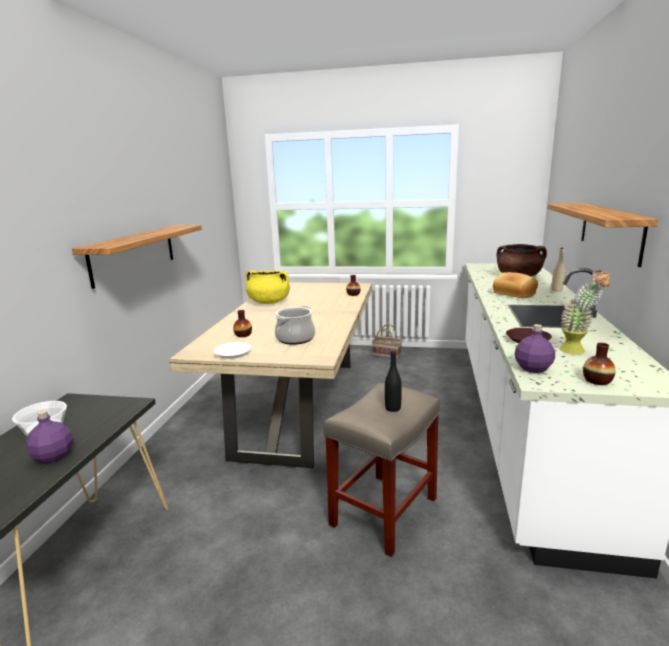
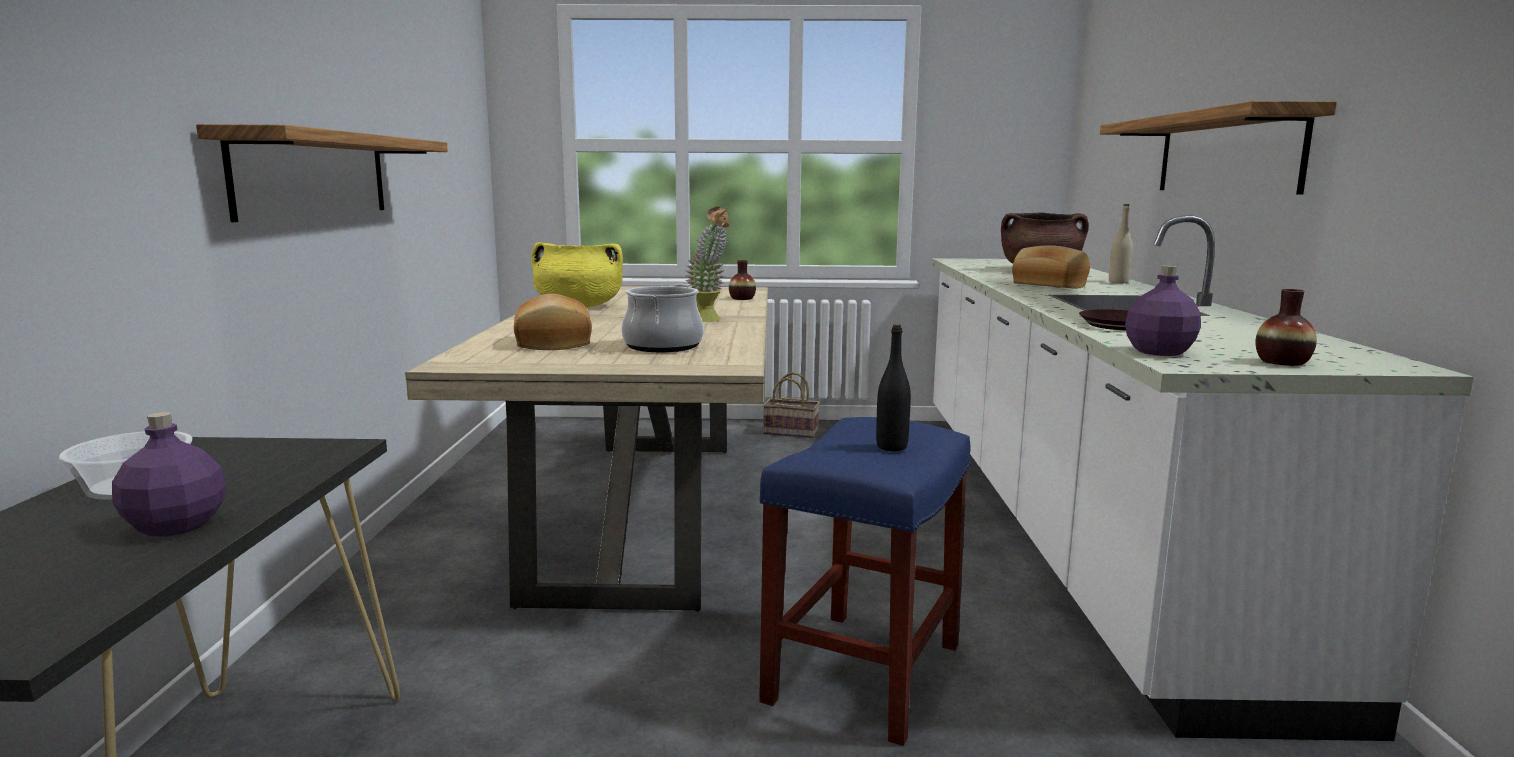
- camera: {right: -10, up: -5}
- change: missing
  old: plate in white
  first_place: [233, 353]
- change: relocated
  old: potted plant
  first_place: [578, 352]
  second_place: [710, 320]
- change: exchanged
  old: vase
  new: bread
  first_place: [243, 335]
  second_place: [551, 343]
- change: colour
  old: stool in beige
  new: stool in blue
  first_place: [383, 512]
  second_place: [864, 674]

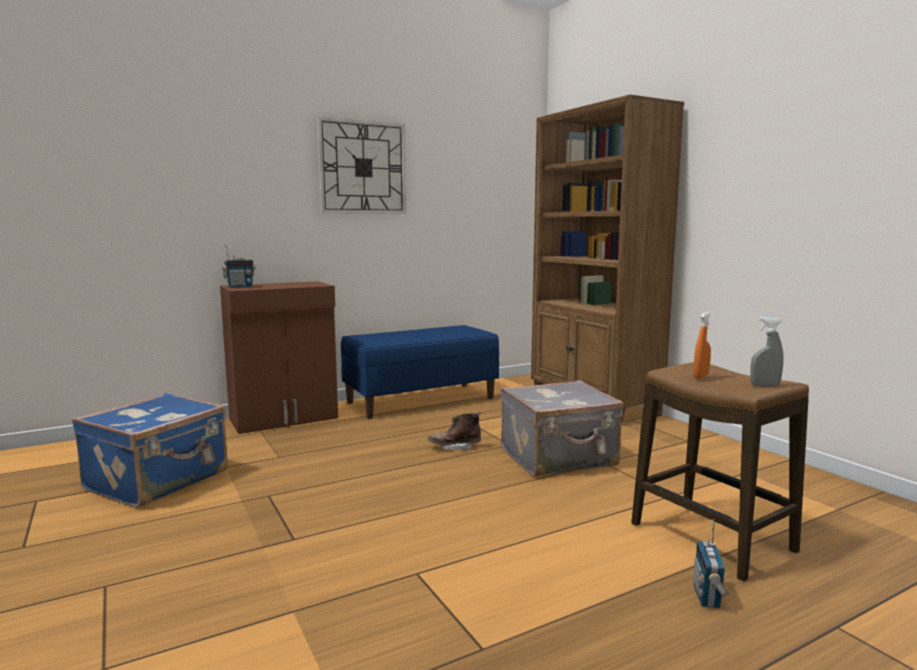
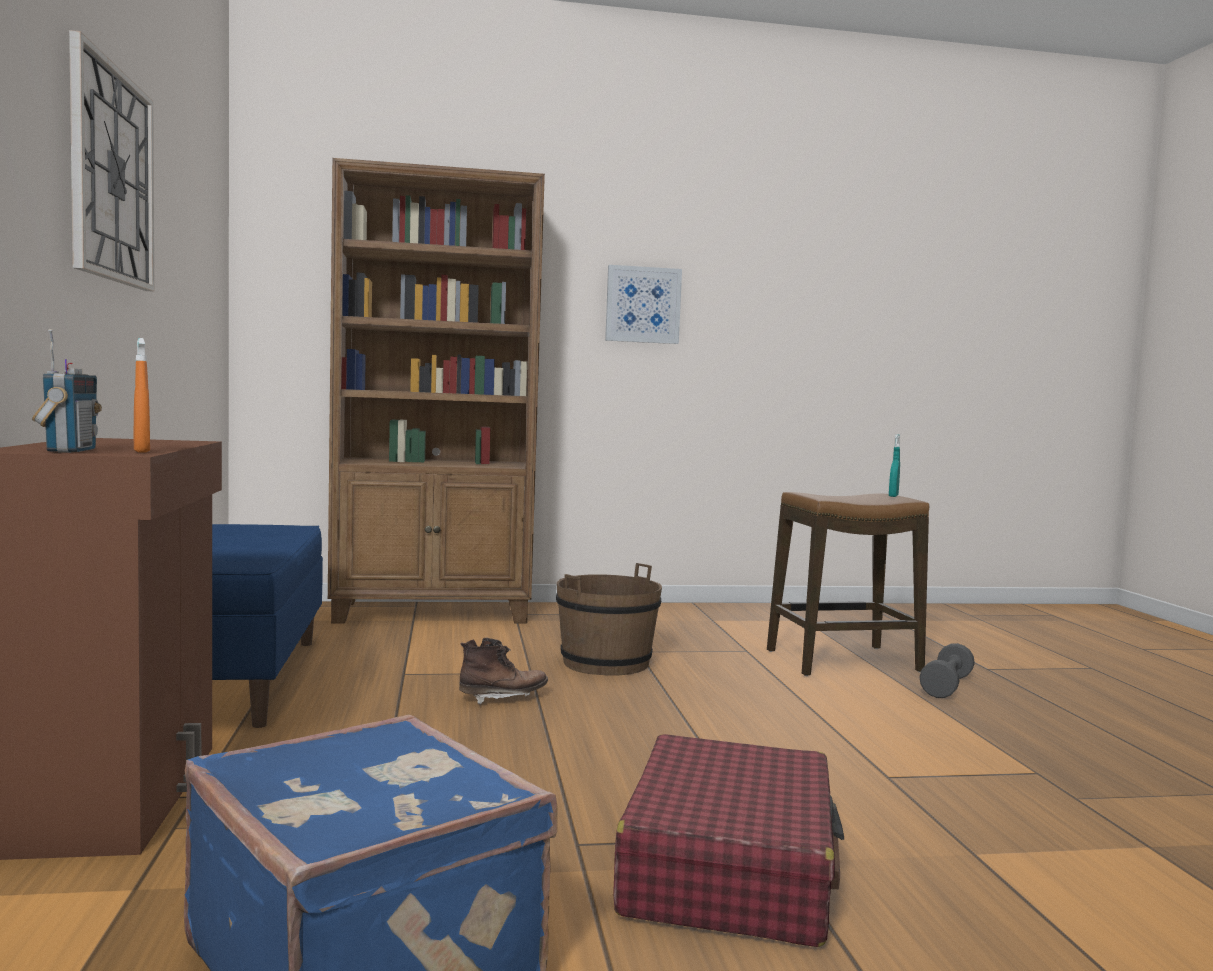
- camera: {right: -70, up: -5}
- change: appeared
  new: picture
  second_place: [643, 305]
- change: appeared
  new: suitcase in red
  second_place: [729, 870]
- change: relocated
  old: spray bottle in orange
  first_place: [701, 376]
  second_place: [141, 451]
- change: exchanged
  old: suitcase in grey
  new: bucket in brown
  first_place: [559, 458]
  second_place: [605, 663]
- change: exchanged
  old: radio
  new: dumbbell in grey
  first_place: [707, 597]
  second_place: [946, 687]
- change: colour
  old: spray bottle in grey
  new: spray bottle in turquoise
  first_place: [764, 385]
  second_place: [893, 496]
- change: spun
  old: boot in brown
  first_place: [454, 447]
  second_place: [502, 698]
  degrees: -120

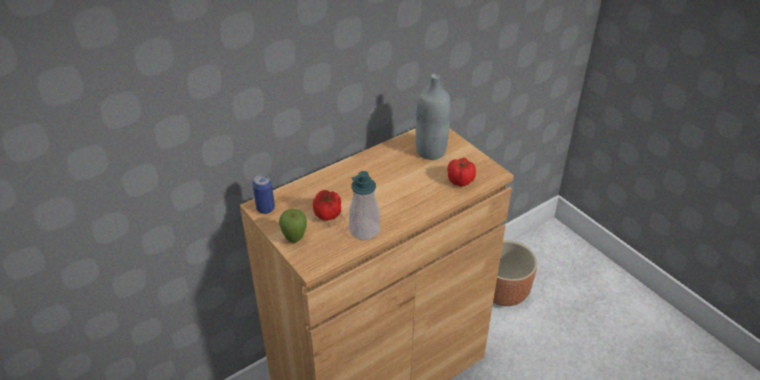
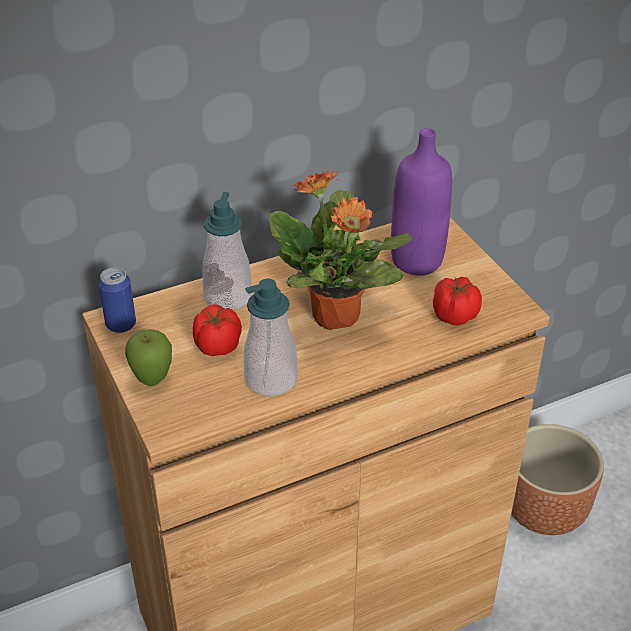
- camera: {right: 10, up: 0}
- change: appeared
  new: soap dispenser
  second_place: [228, 297]
- change: appeared
  new: potted plant
  second_place: [336, 317]
- change: colour
  old: bottle in grey
  new: bottle in purple
  first_place: [430, 151]
  second_place: [417, 261]

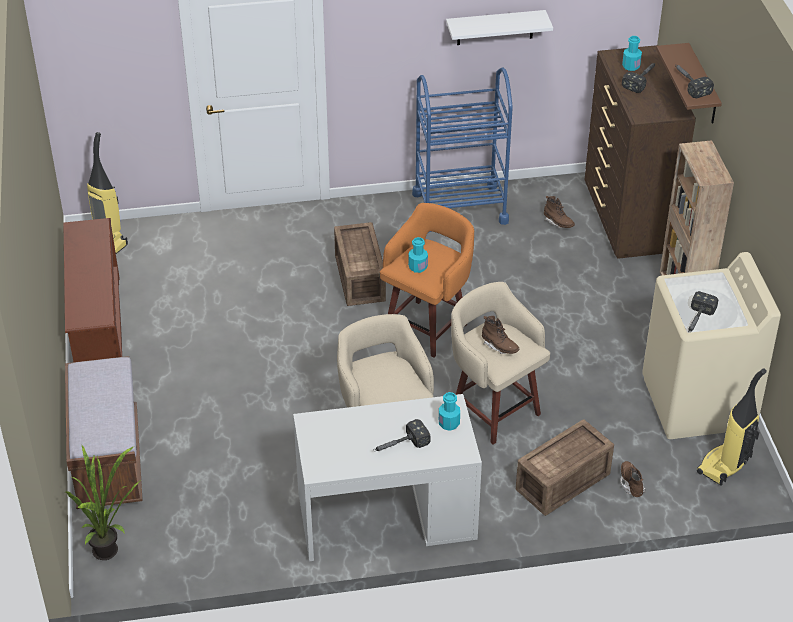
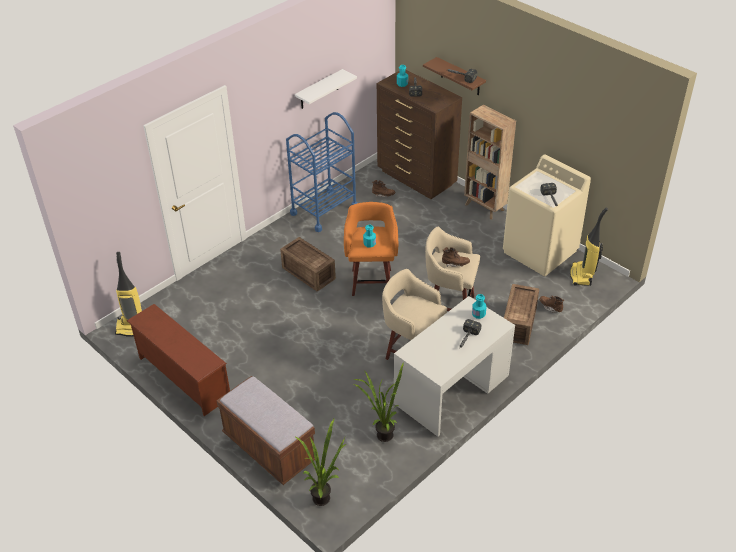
- camera: {right: -35, up: 0}
- change: appeared
  new: potted plant
  second_place: [381, 434]

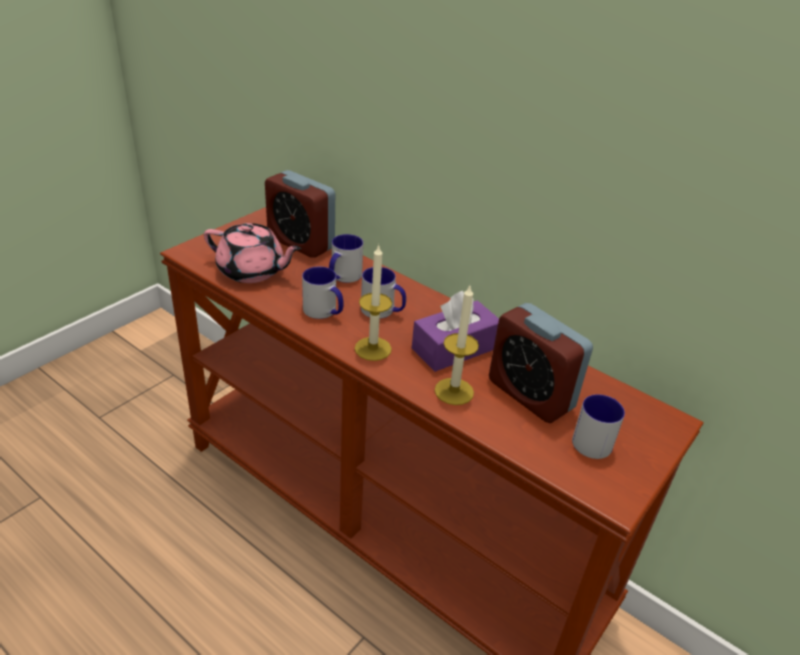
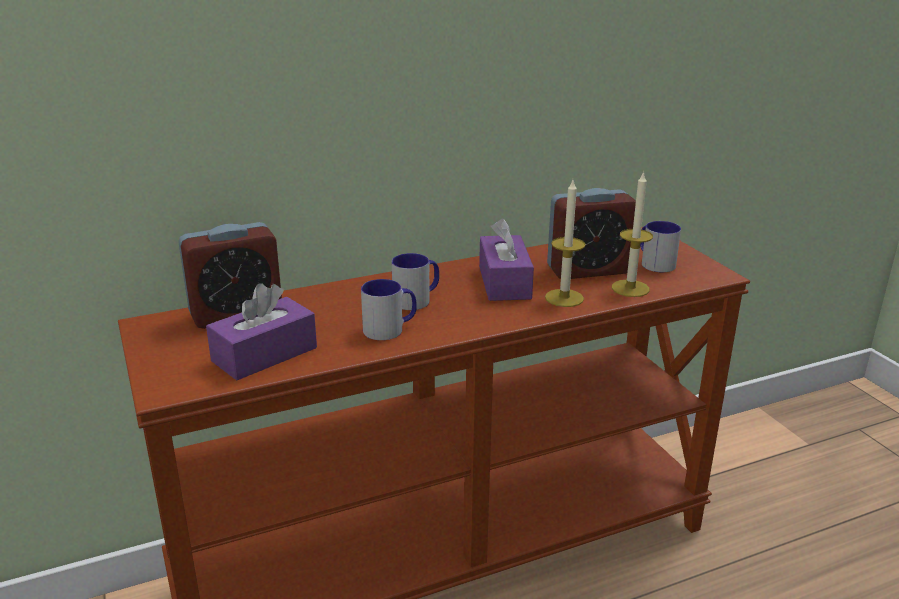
- camera: {right: -60, up: -10}
- change: missing
  old: mug
  first_place: [343, 277]
- change: relocated
  old: candle
  first_place: [373, 348]
  second_place: [630, 288]
- change: exchanged
  old: teapot in pink
  new: tissue box in purple
  first_place: [252, 271]
  second_place: [264, 354]

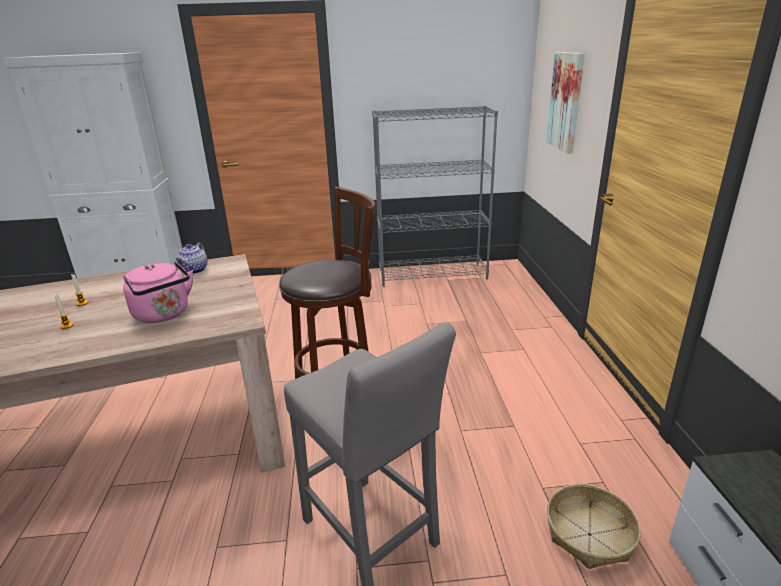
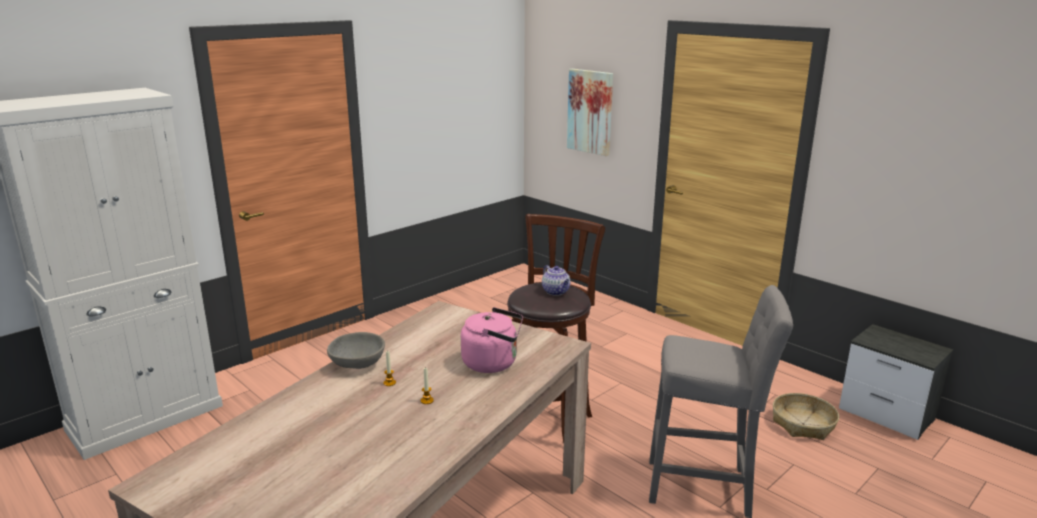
- camera: {right: -40, up: -5}
- change: missing
  old: bookcase in grey
  first_place: [433, 274]
- change: appeared
  new: bowl in grey
  second_place: [357, 364]
- change: relocated
  old: teapot
  first_place: [194, 270]
  second_place: [556, 292]

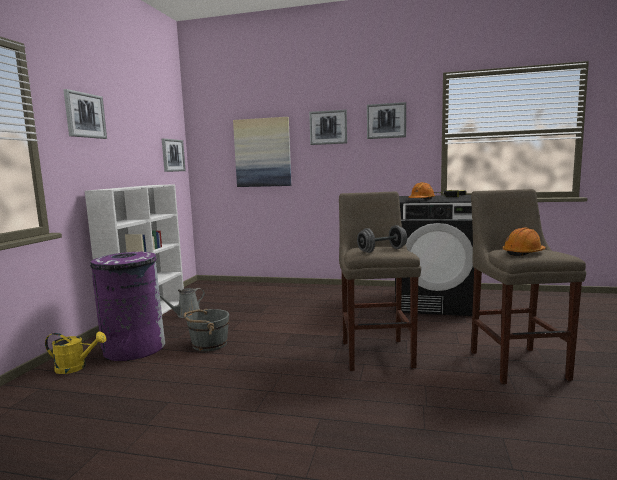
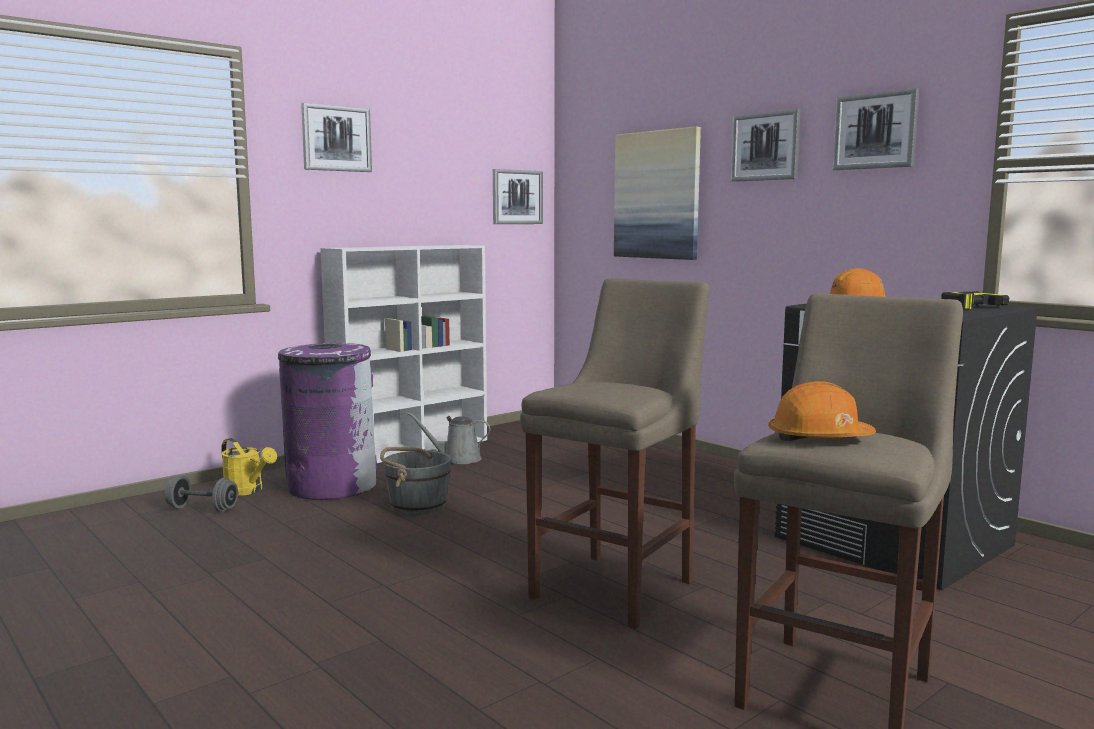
- camera: {right: 35, up: 0}
- change: relocated
  old: dumbbell in grey
  first_place: [382, 250]
  second_place: [202, 509]

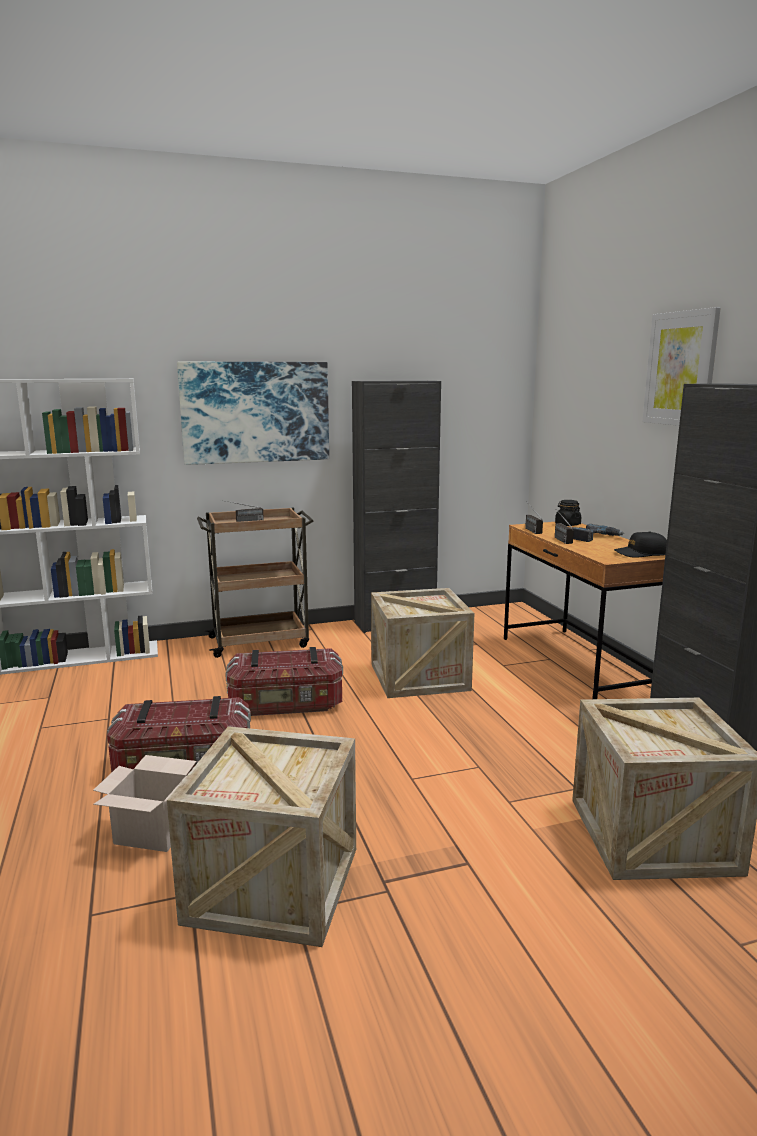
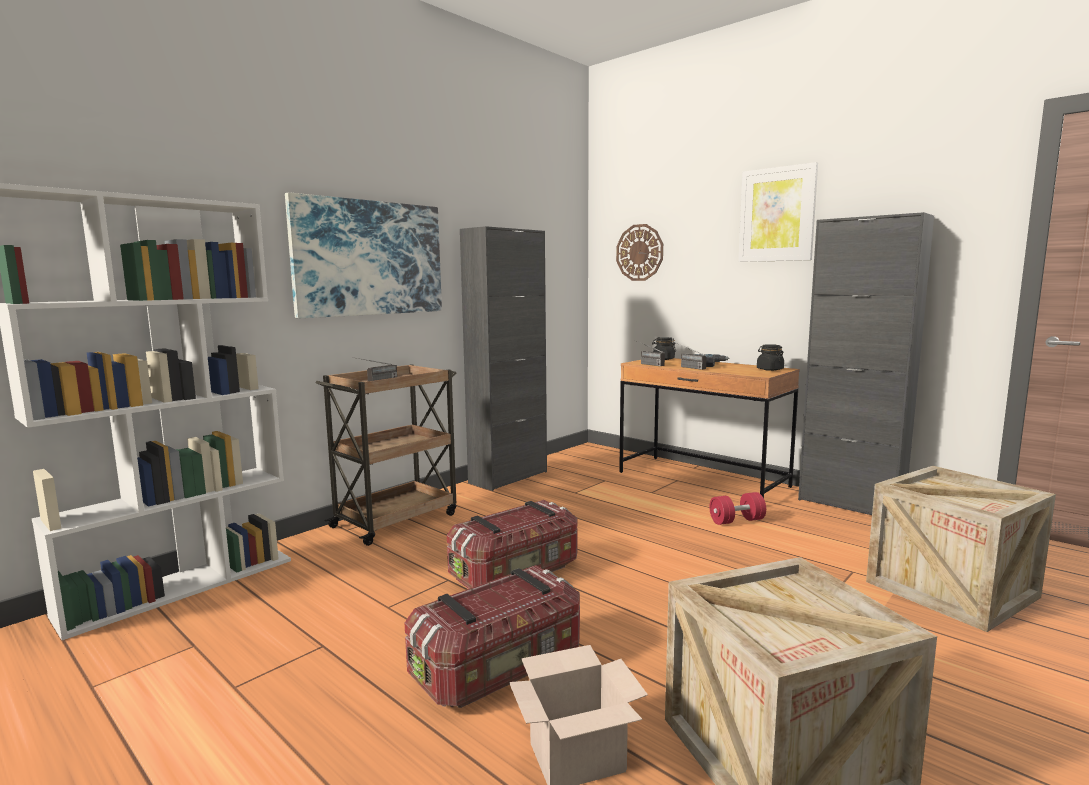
- camera: {right: -30, up: -5}
- change: missing
  old: crate
  first_place: [419, 677]
- change: appeared
  new: wall clock
  second_place: [639, 252]
- change: appeared
  new: dumbbell in red
  second_place: [737, 521]
- change: exchanged
  old: cap in black
  new: jar in black
  first_place: [641, 554]
  second_place: [769, 369]

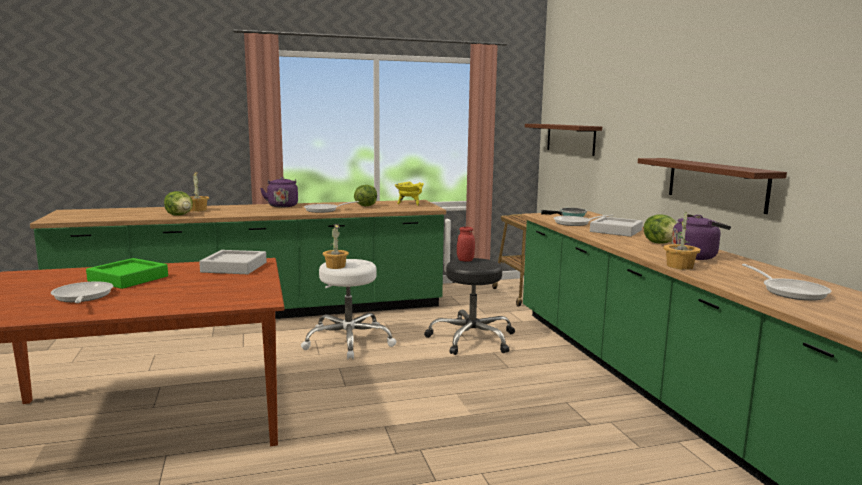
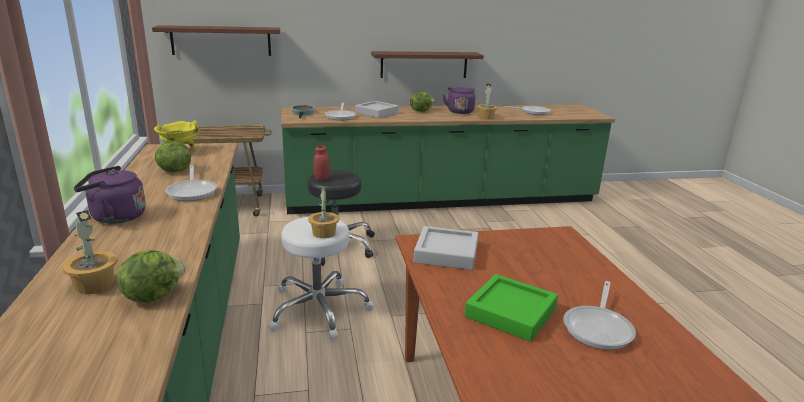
- camera: {right: -85, up: 10}
- change: spun
  old: frying pan
  first_place: [82, 297]
  second_place: [599, 328]
  degrees: -45

